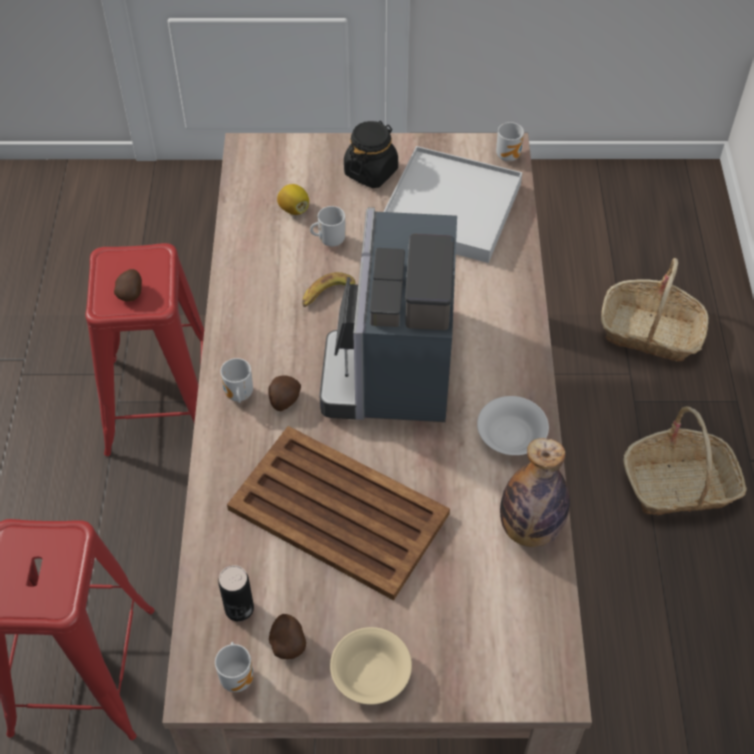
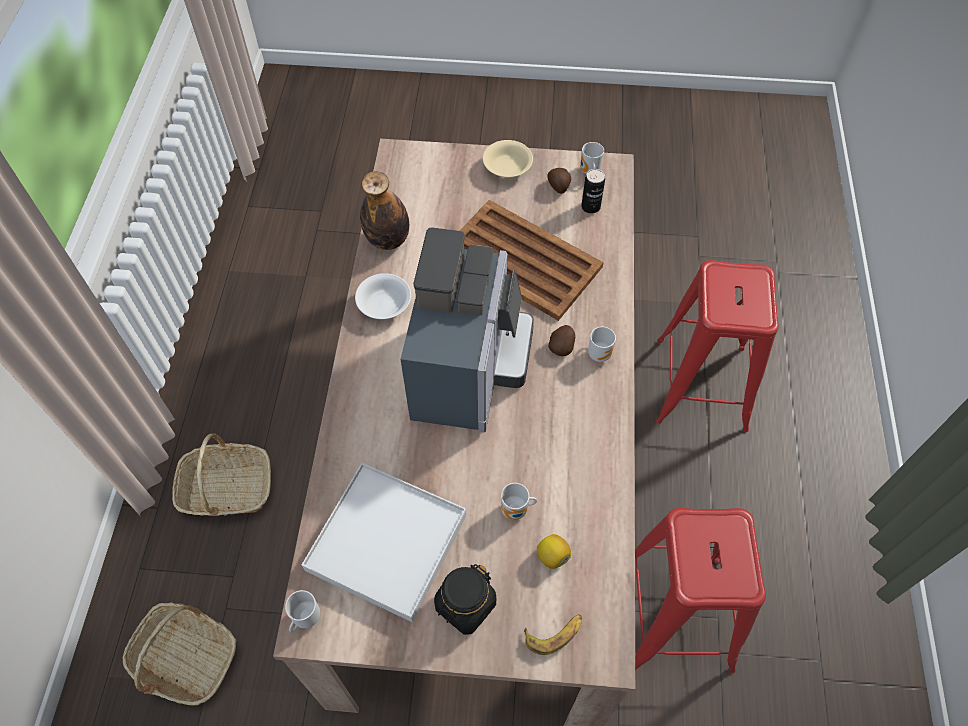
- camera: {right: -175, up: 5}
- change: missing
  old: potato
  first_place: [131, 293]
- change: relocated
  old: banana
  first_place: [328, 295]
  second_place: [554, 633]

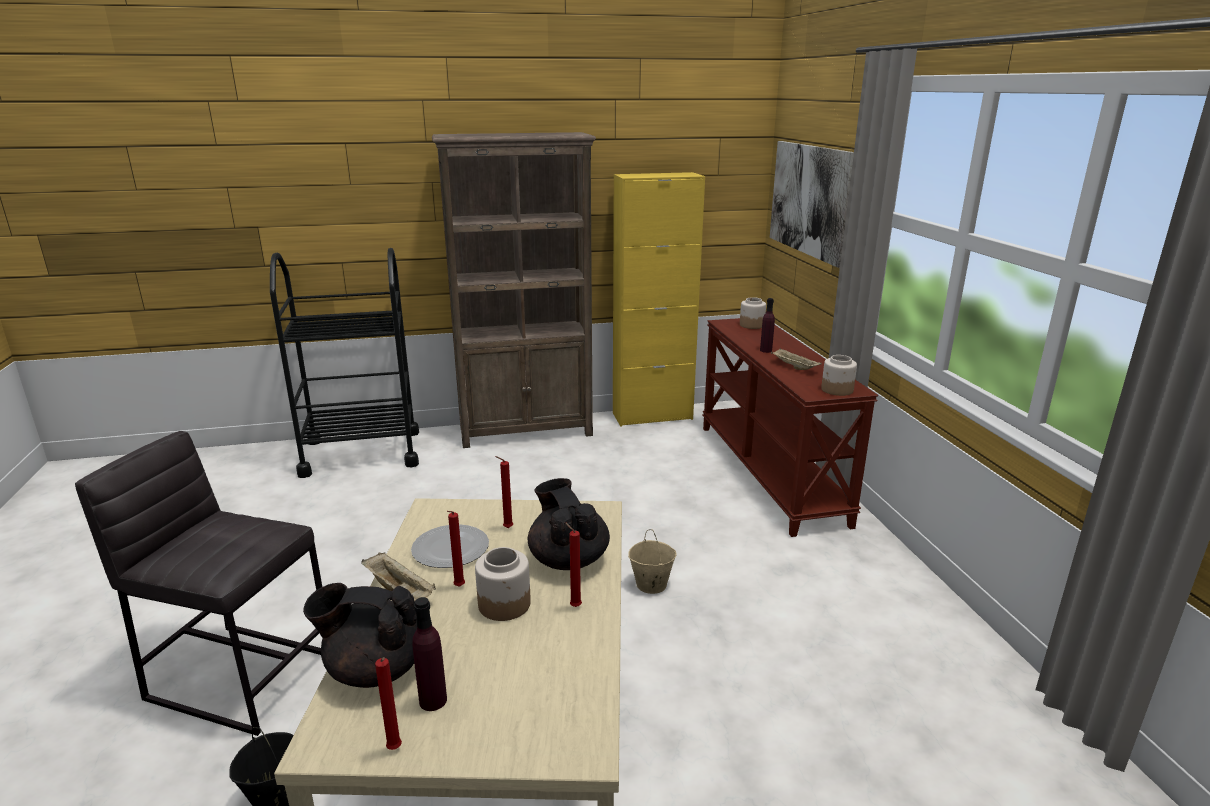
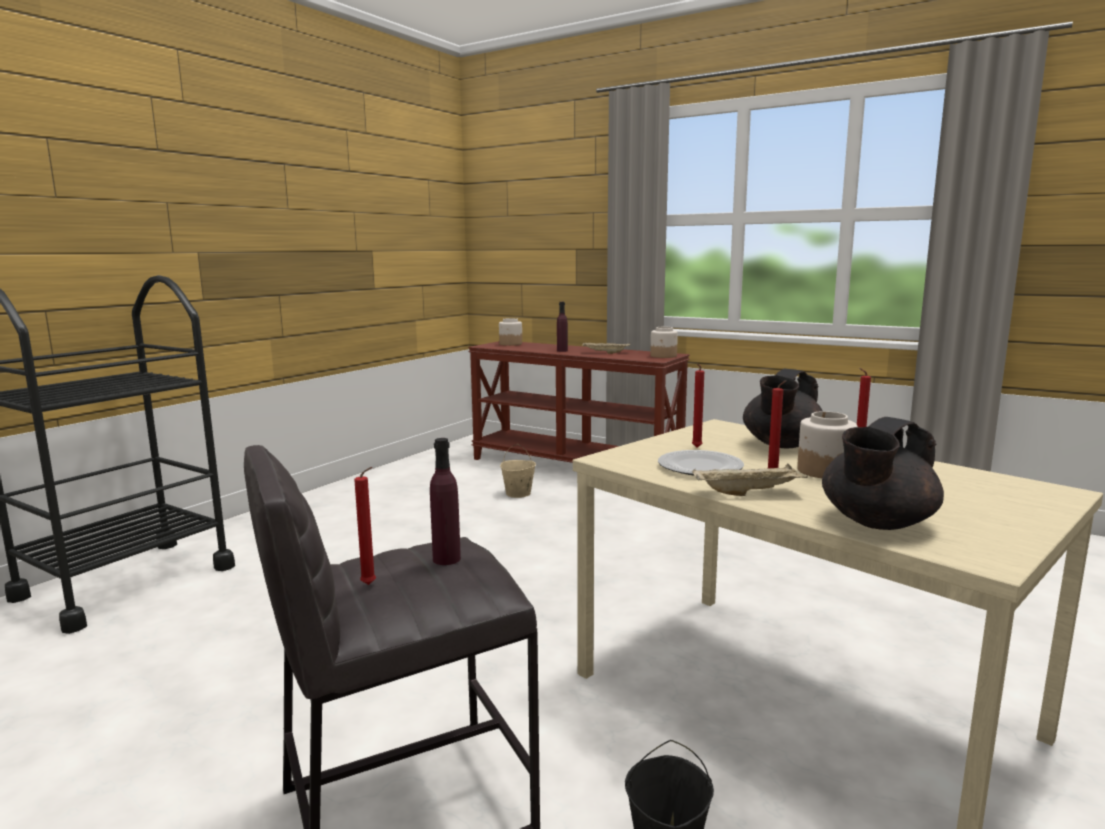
- camera: {right: -45, up: -10}
- change: missing
  old: bookcase in brown
  first_place: [526, 431]
- change: missing
  old: cabinet in yellow
  first_place: [652, 416]
- change: missing
  old: picture
  first_place: [809, 200]
- change: relocated
  old: candle in red
  first_place: [394, 750]
  second_place: [370, 585]
- change: relocated
  old: bottle in purple
  first_place: [433, 700]
  second_place: [446, 559]
- change: relocated
  old: bucket in beige
  first_place: [651, 584]
  second_place: [518, 494]
- change: spun
  old: teapot in black
  first_place: [568, 559]
  second_place: [781, 445]
  degrees: -75

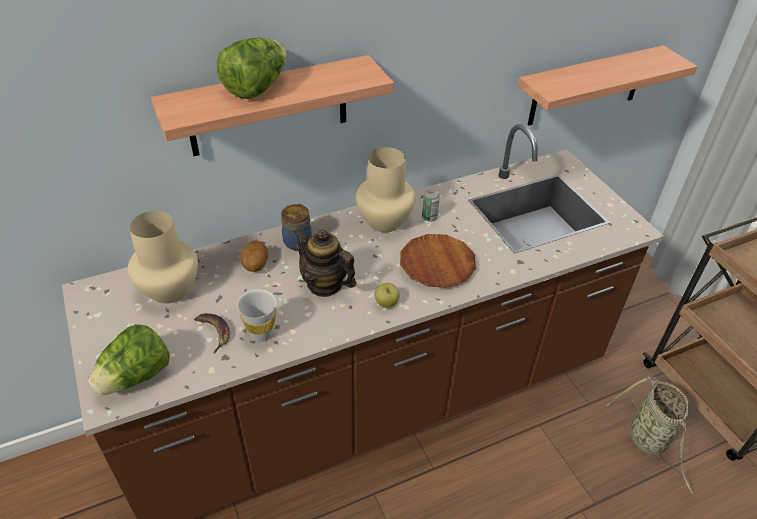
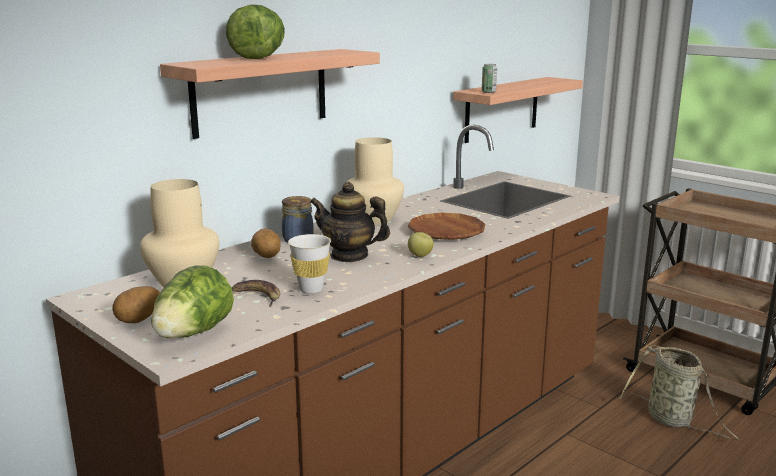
- camera: {right: -20, up: -25}
- change: appeared
  new: potato
  second_place: [139, 320]
- change: relocated
  old: can
  first_place: [429, 217]
  second_place: [488, 92]

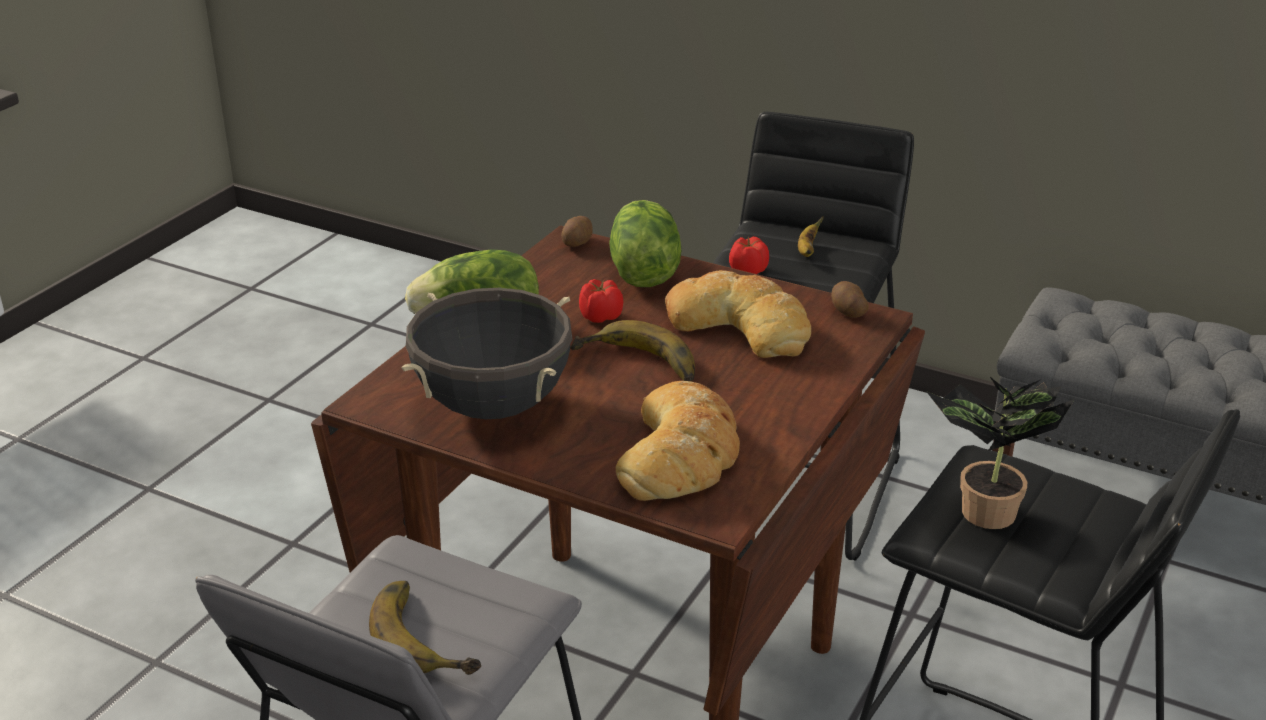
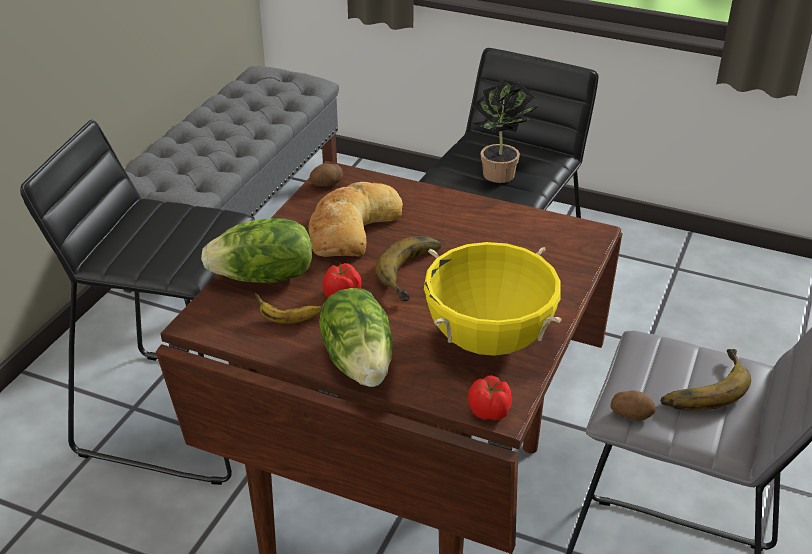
- camera: {right: -95, up: 5}
- change: missing
  old: bread
  first_place: [682, 453]
- change: relocated
  old: potato
  first_place: [578, 243]
  second_place: [631, 414]
- change: relocated
  old: tomato
  first_place: [747, 270]
  second_place: [490, 412]
- change: relocated
  old: banana
  first_place: [807, 250]
  second_place: [288, 320]
- change: colour
  old: cooking pot in black
  new: cooking pot in yellow
  first_place: [492, 405]
  second_place: [488, 340]

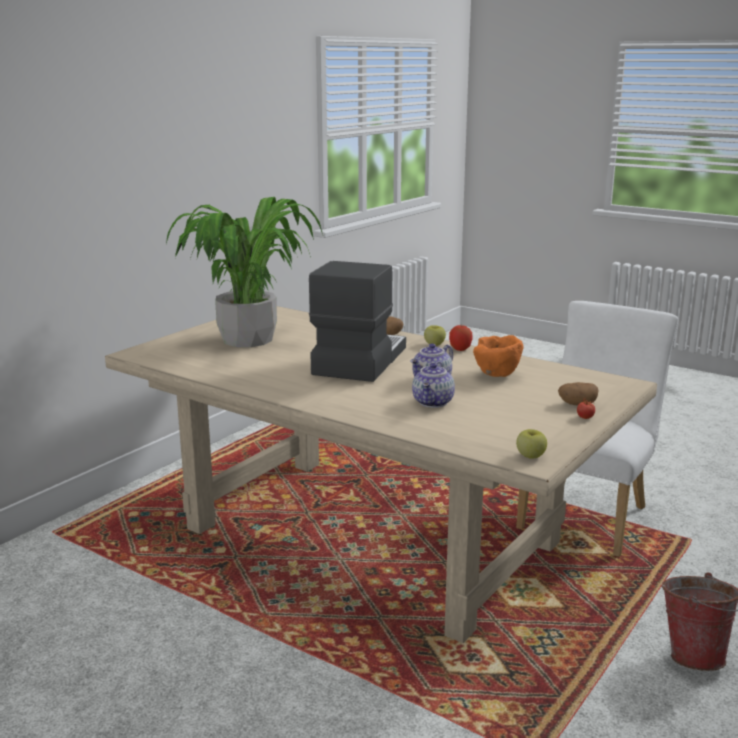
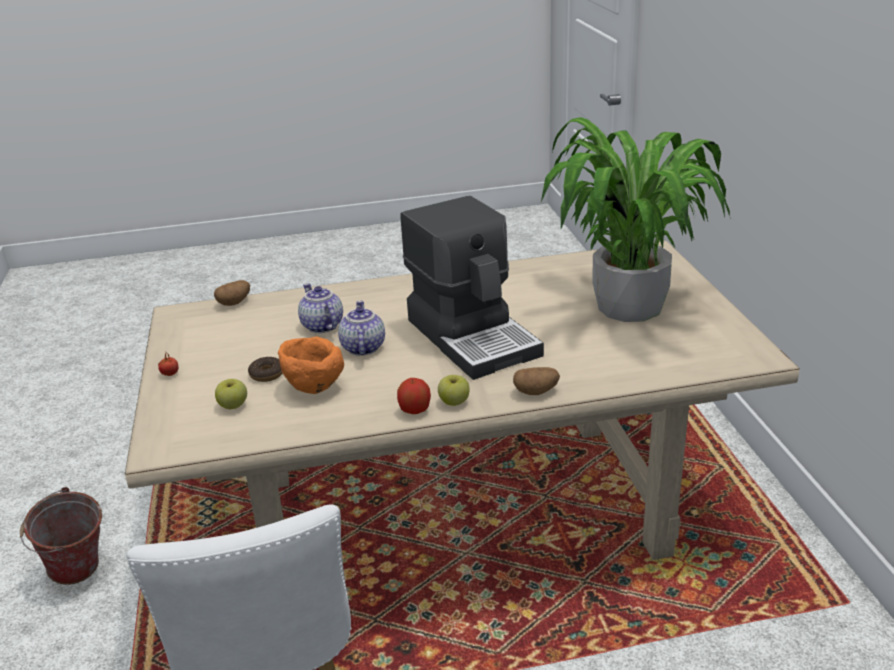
- camera: {right: 135, up: 10}
- change: appeared
  new: donut
  second_place: [267, 374]
- change: relocated
  old: apple
  first_place: [530, 456]
  second_place: [233, 406]
- change: relocated
  old: potato
  first_place: [577, 404]
  second_place: [234, 303]

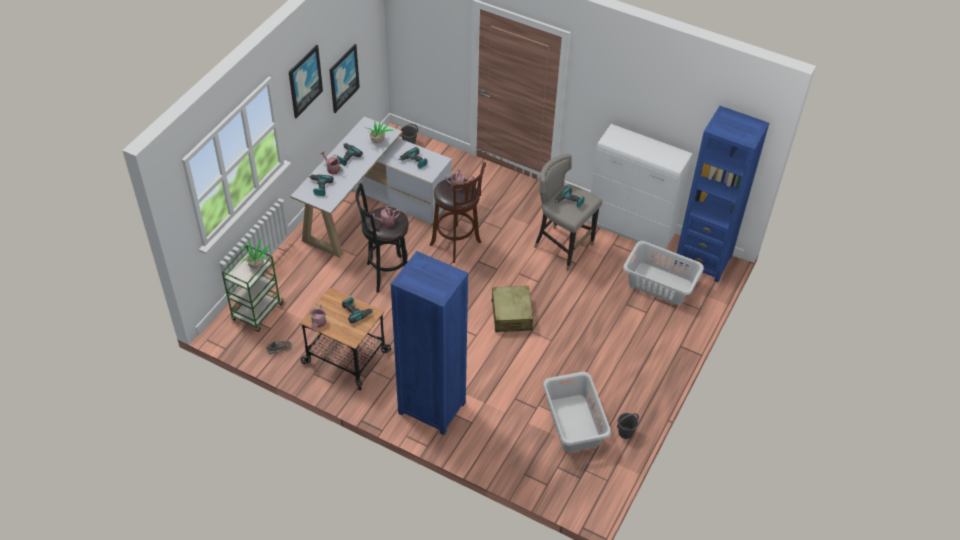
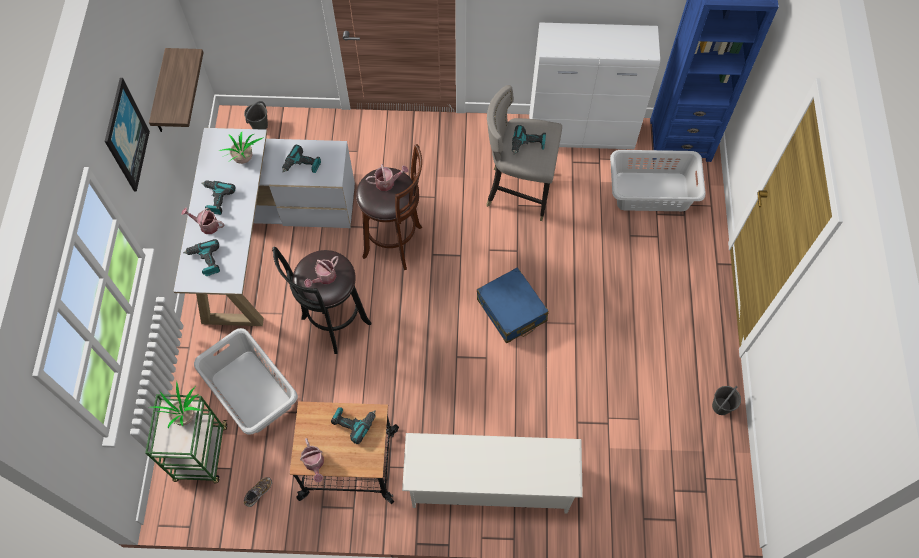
- camera: {right: -25, up: 15}
- change: relocated
  old: laundry basket in grey
  first_place: [573, 423]
  second_place: [251, 392]
- change: exchanged
  old: picture
  new: shelf
  first_place: [343, 78]
  second_place: [161, 94]
- change: exchanged
  old: bookcase in blue
  new: shoe rack in white
  first_place: [431, 408]
  second_place: [490, 484]
- change: colour
  old: suitcase in beige
  new: suitcase in blue
  first_place: [511, 315]
  second_place: [511, 310]

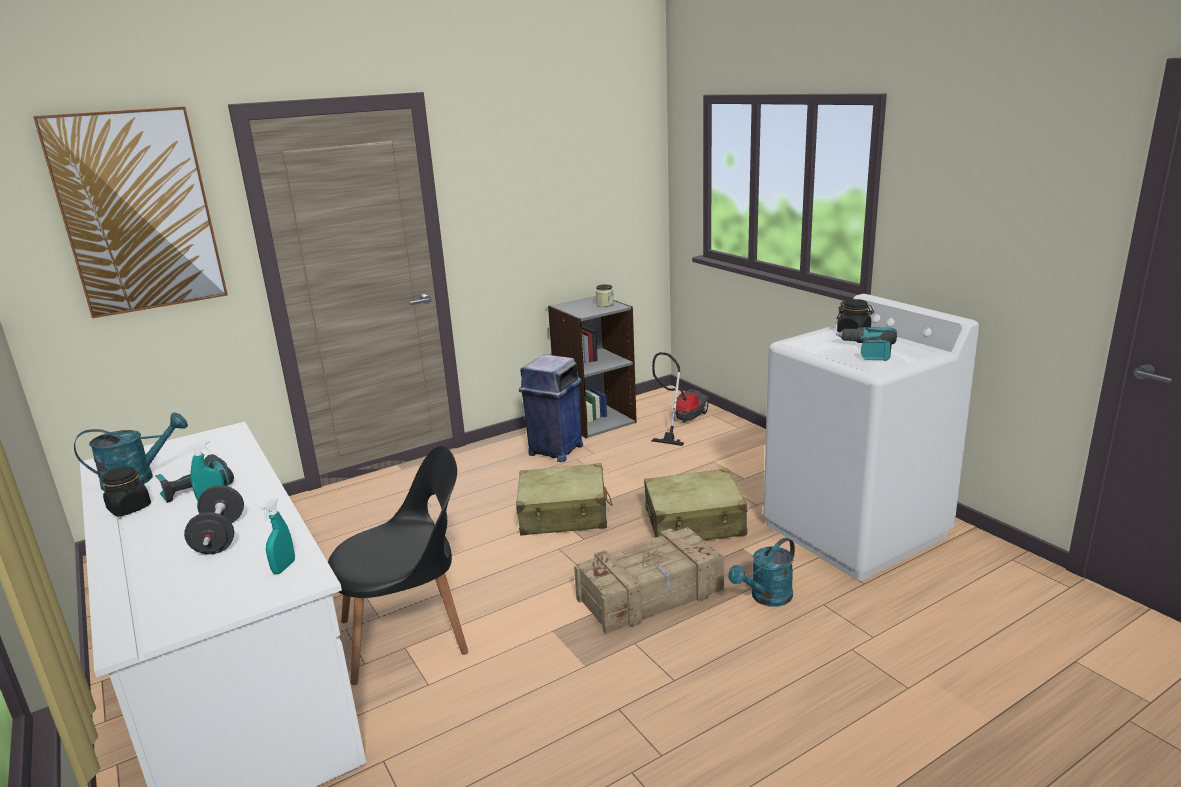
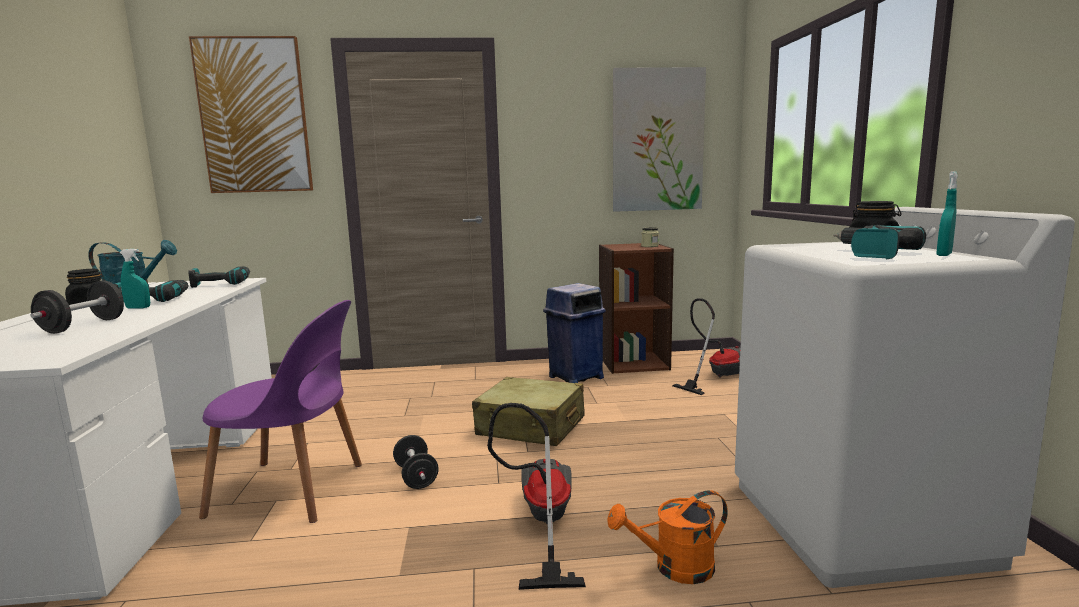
- camera: {right: 25, up: -10}
- change: missing
  old: suitcase in beige
  first_place: [694, 522]
- change: appeared
  new: power drill
  second_place: [222, 284]
- change: appeared
  new: dumbbell in black
  second_place: [416, 477]
- change: appeared
  new: picture
  second_place: [657, 140]
- change: relocated
  old: spray bottle in turquoise
  first_place: [284, 567]
  second_place: [944, 255]
- change: exchanged
  old: crate
  new: vacuum cleaner
  first_place: [651, 595]
  second_place: [541, 522]
- change: colour
  old: chair in black
  new: chair in purple
  first_place: [410, 634]
  second_place: [293, 490]
- change: colour
  old: bookcase in grey
  new: bookcase in brown
  first_place: [595, 420]
  second_place: [633, 362]
- change: colour
  old: watering can in turquoise
  new: watering can in orange
  first_place: [766, 598]
  second_place: [674, 568]

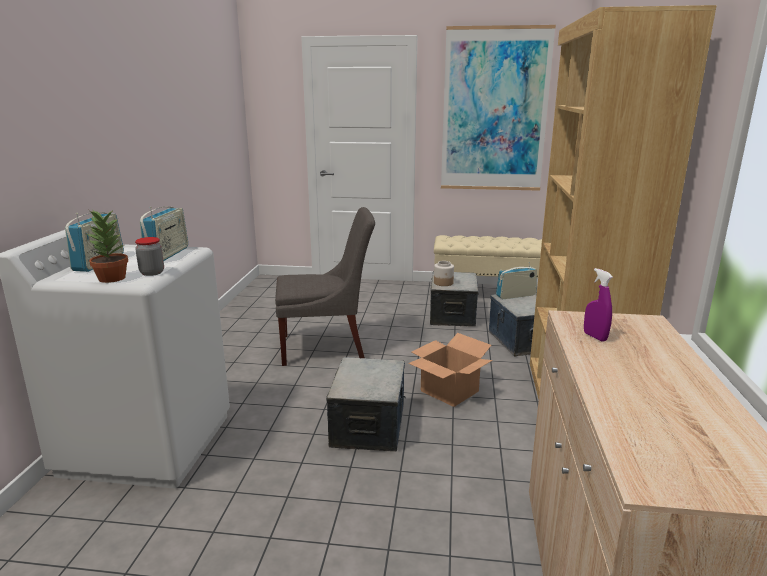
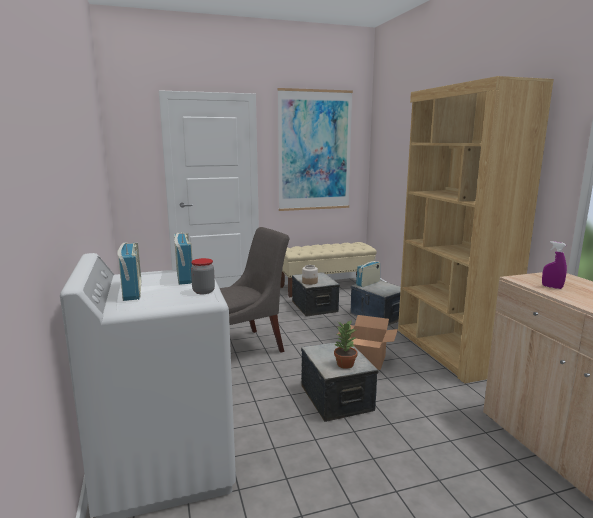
- camera: {right: -25, up: -5}
- change: relocated
  old: potted plant
  first_place: [111, 278]
  second_place: [344, 364]

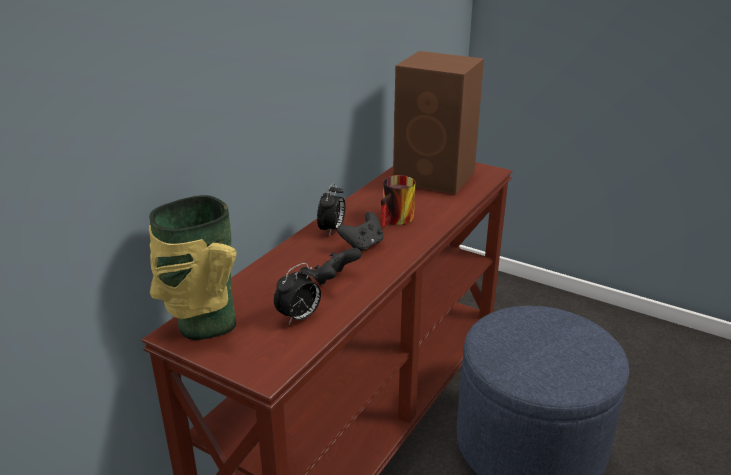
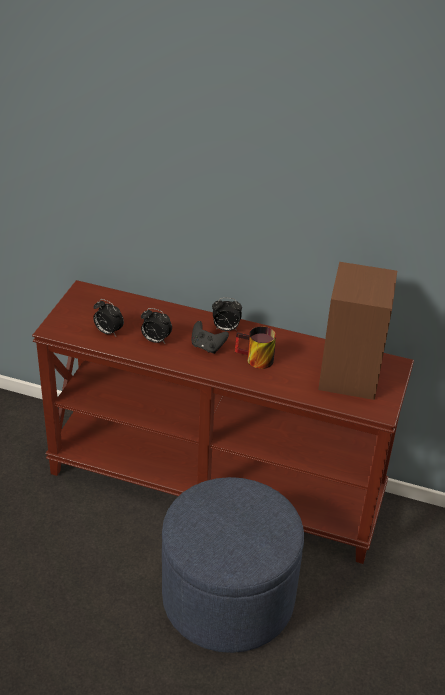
- camera: {right: 75, up: 10}
- change: missing
  old: vase
  first_place: [203, 324]
- change: exchanged
  old: game controller in black
  new: alarm clock
  first_place: [335, 280]
  second_place: [155, 340]

